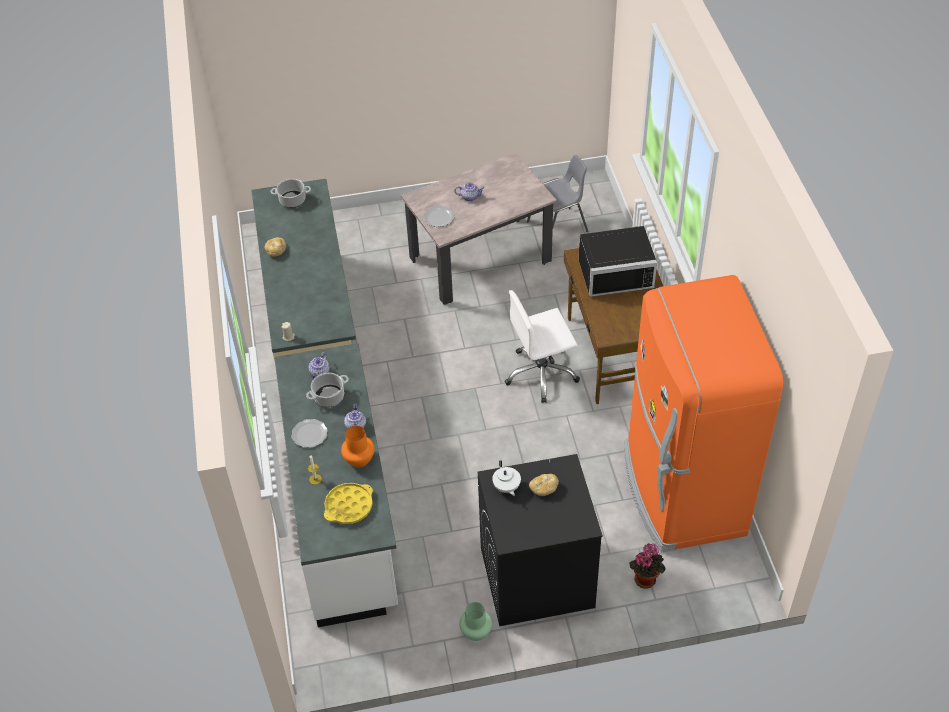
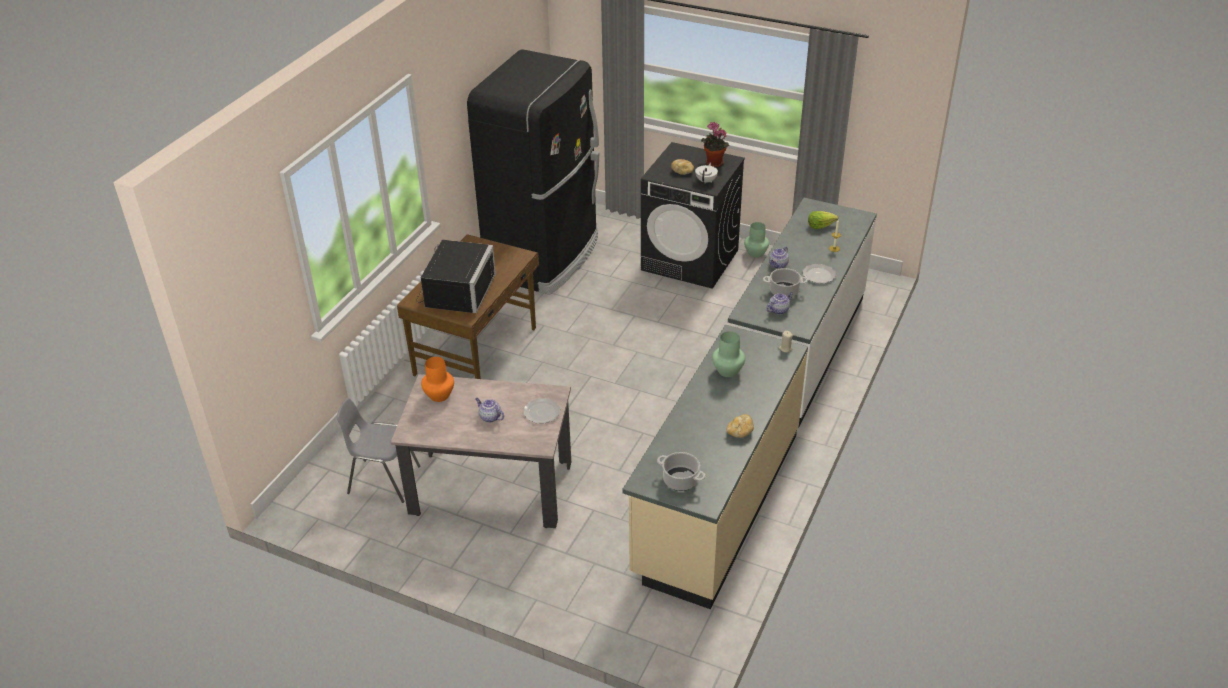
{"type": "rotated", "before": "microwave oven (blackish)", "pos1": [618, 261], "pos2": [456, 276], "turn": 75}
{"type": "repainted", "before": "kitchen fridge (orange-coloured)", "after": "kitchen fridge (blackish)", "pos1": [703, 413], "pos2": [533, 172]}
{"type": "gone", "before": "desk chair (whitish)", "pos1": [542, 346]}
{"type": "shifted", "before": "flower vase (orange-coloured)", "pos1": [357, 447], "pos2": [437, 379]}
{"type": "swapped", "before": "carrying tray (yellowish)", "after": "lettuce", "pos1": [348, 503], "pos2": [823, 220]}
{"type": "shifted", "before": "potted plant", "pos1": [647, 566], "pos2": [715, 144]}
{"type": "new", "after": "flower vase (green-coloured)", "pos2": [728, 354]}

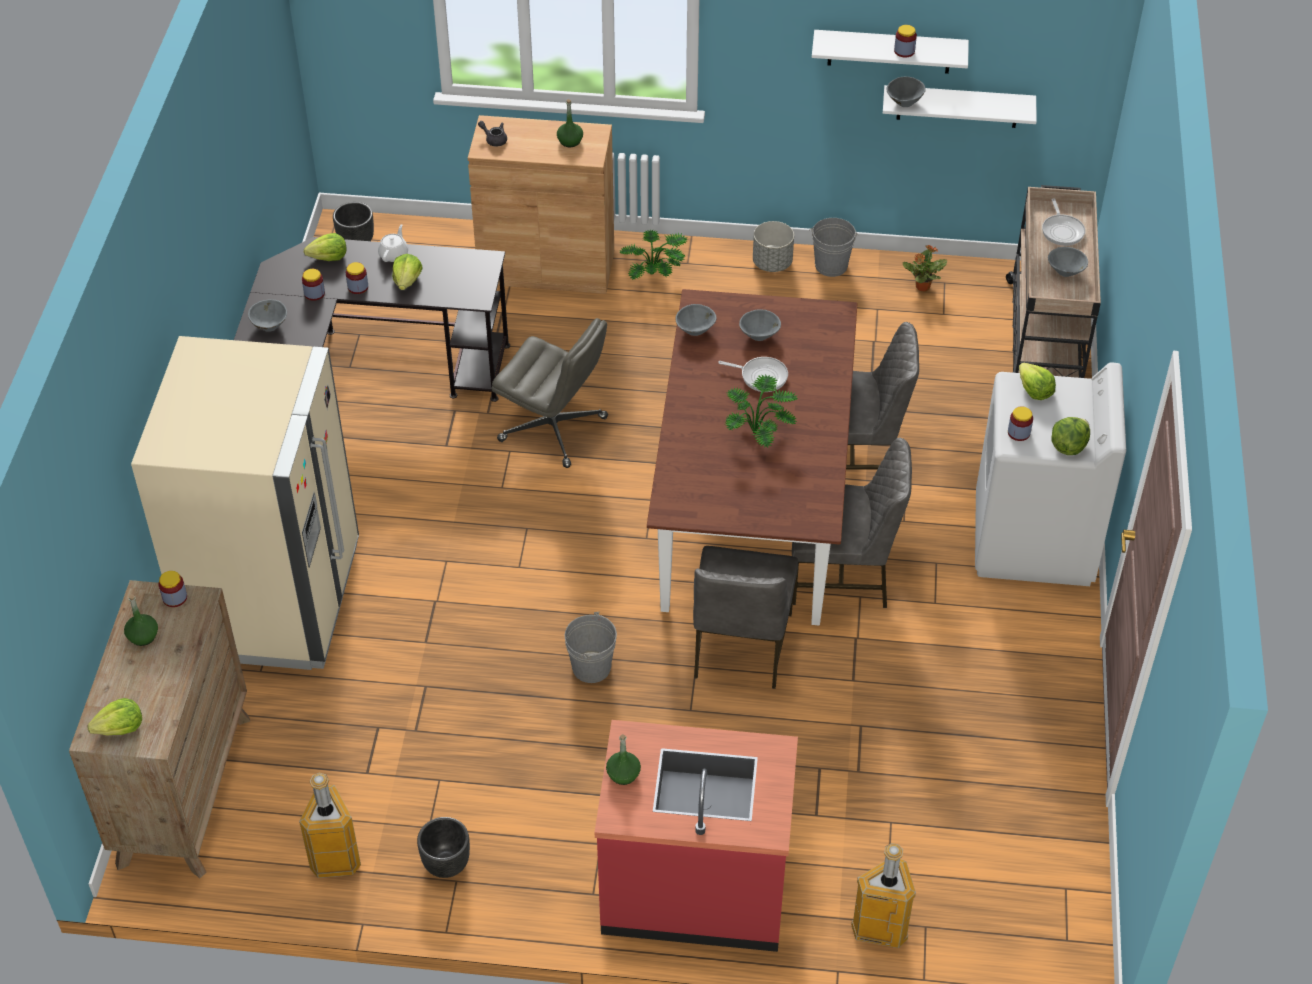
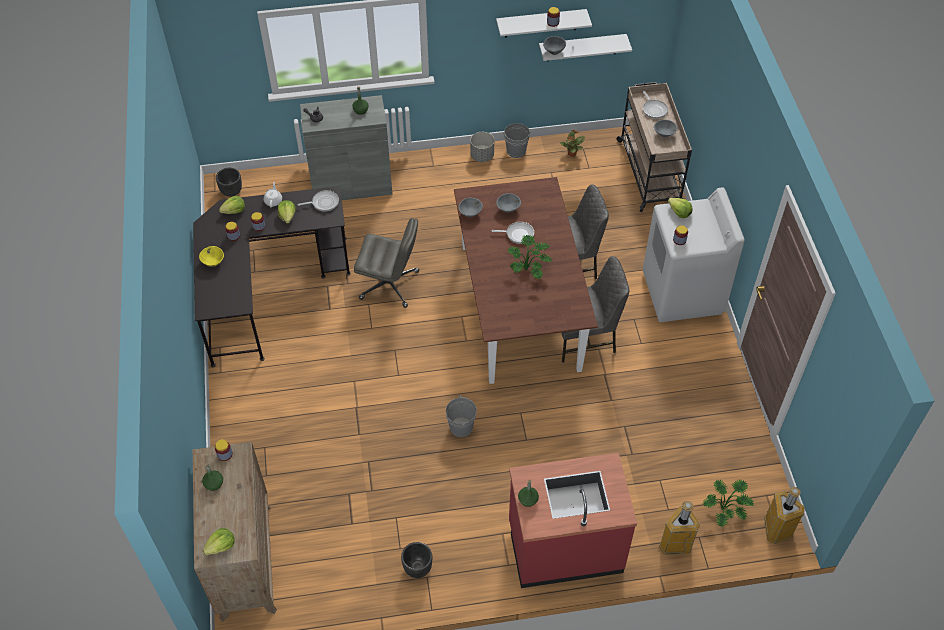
{"type": "repainted", "before": "storage cabinet (brown)", "after": "storage cabinet (greyish)", "pos1": [541, 204], "pos2": [346, 147]}
{"type": "shifted", "before": "potted plant", "pos1": [653, 255], "pos2": [728, 502]}
{"type": "repainted", "before": "serving bowl (greyish)", "after": "serving bowl (yellowish)", "pos1": [267, 315], "pos2": [211, 256]}
{"type": "gone", "before": "kitchen fridge (sand-coloured)", "pos1": [245, 503]}
{"type": "gone", "before": "lettuce", "pos1": [1070, 436]}
{"type": "gone", "before": "chair (greyish)", "pos1": [745, 617]}
{"type": "shifted", "before": "rubbish bin", "pos1": [330, 825], "pos2": [784, 515]}
{"type": "new", "after": "skillet", "pos2": [318, 201]}

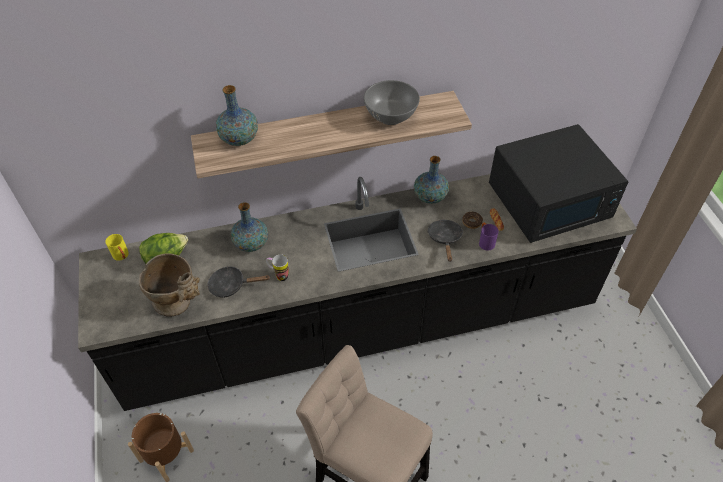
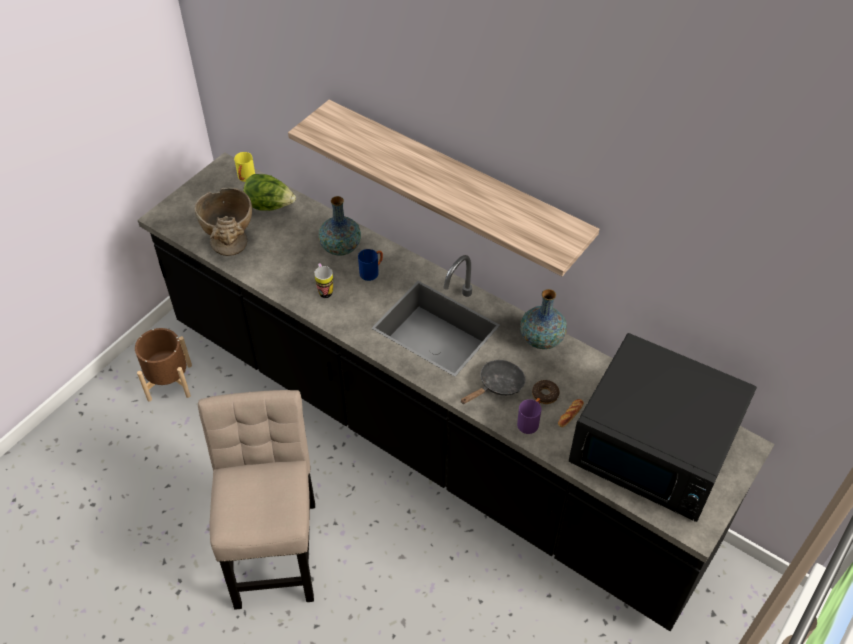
{"type": "gone", "before": "serving bowl (greyish)", "pos1": [392, 102]}
{"type": "gone", "before": "flower vase", "pos1": [237, 115]}
{"type": "gone", "before": "skillet (blackish)", "pos1": [239, 282]}
{"type": "new", "after": "coffee mug (blue-coloured)", "pos2": [370, 265]}

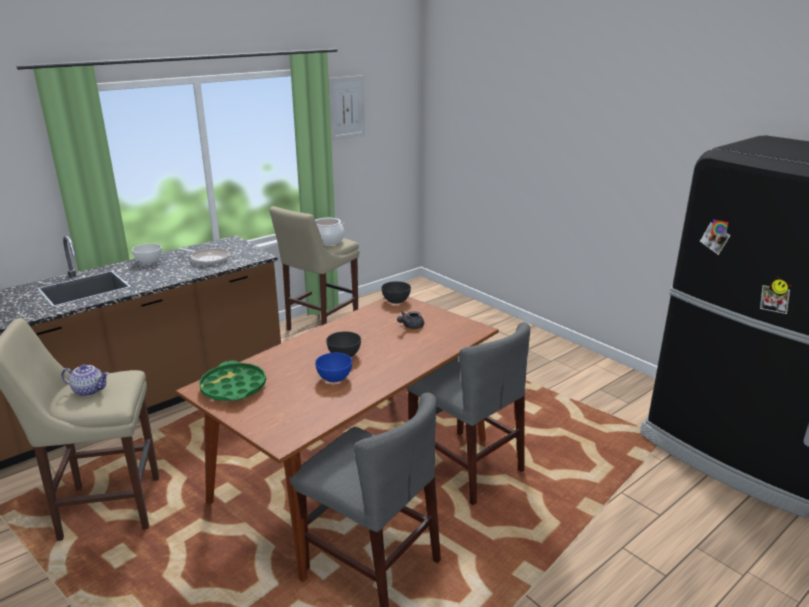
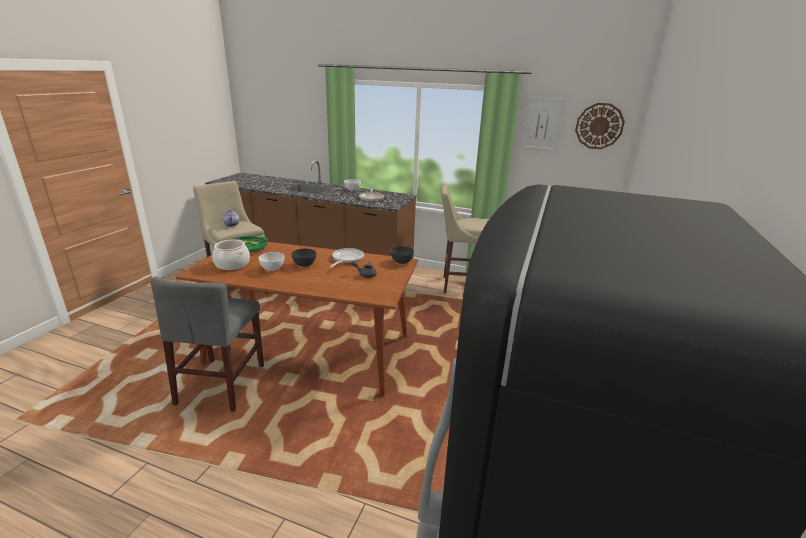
{"type": "shifted", "before": "stockpot", "pos1": [329, 231], "pos2": [231, 254]}
{"type": "gone", "before": "chair (greyish)", "pos1": [468, 414]}
{"type": "repainted", "before": "serving bowl (blue-coloured)", "after": "serving bowl (whitish)", "pos1": [333, 367], "pos2": [271, 261]}
{"type": "new", "after": "wall clock", "pos2": [600, 126]}
{"type": "new", "after": "skillet", "pos2": [347, 258]}

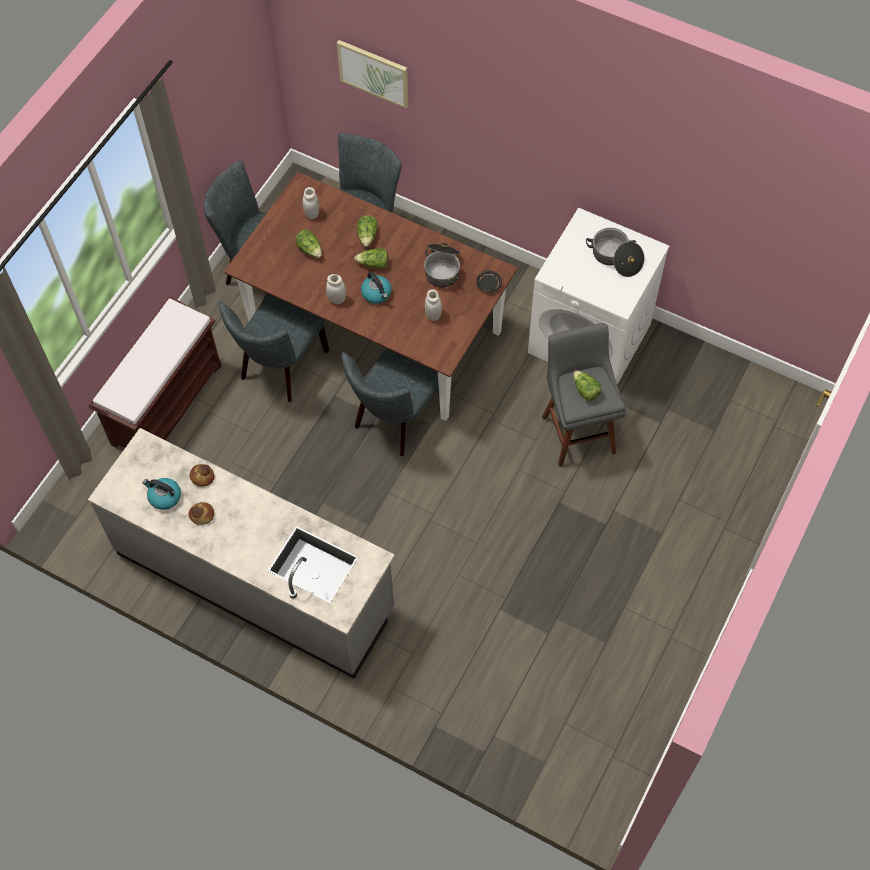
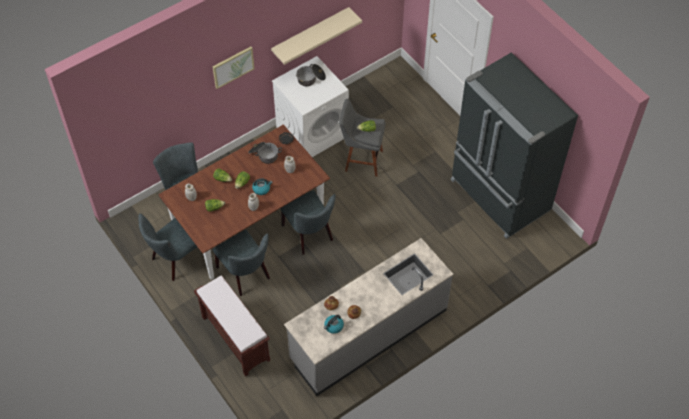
{"type": "shifted", "before": "wall art", "pos1": [373, 74], "pos2": [234, 68]}
{"type": "new", "after": "bracket shelf (sand-coloured)", "pos2": [316, 36]}
{"type": "new", "after": "kitchen fridge (blackish)", "pos2": [514, 145]}

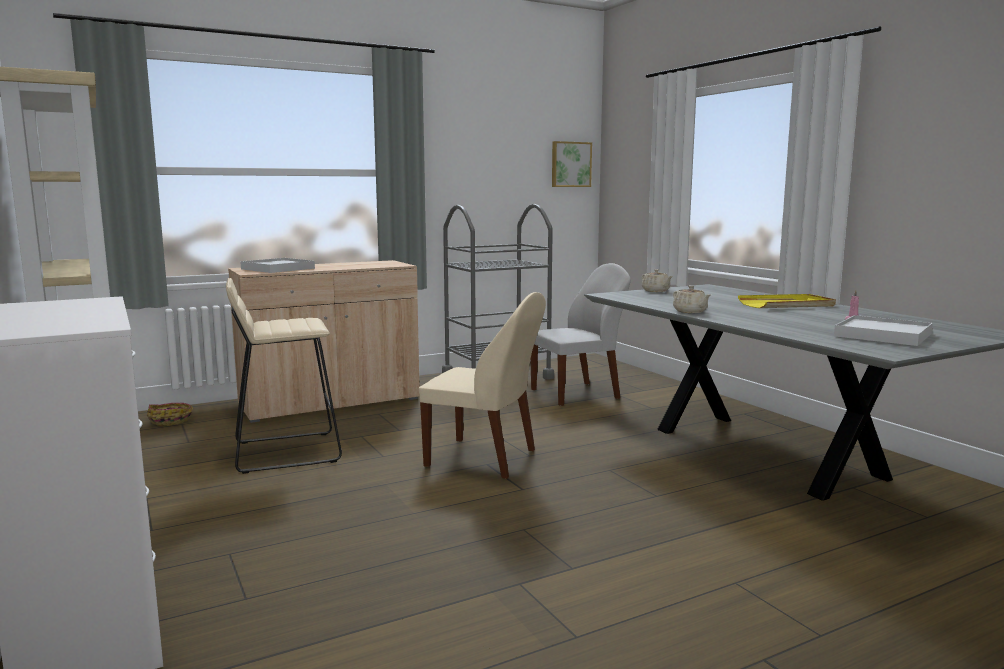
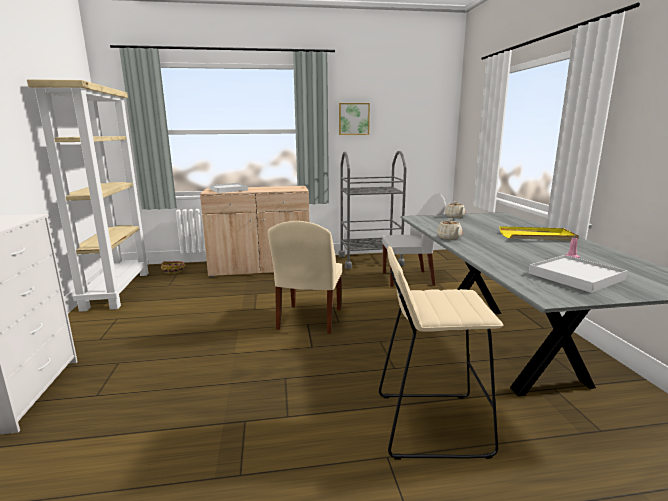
{"type": "shifted", "before": "wall art", "pos1": [572, 164], "pos2": [354, 119]}
{"type": "shifted", "before": "sitting stool (sand-coloured)", "pos1": [284, 376], "pos2": [441, 353]}
{"type": "rotated", "before": "chair (sand-coloured)", "pos1": [482, 385], "pos2": [305, 277], "turn": 60}

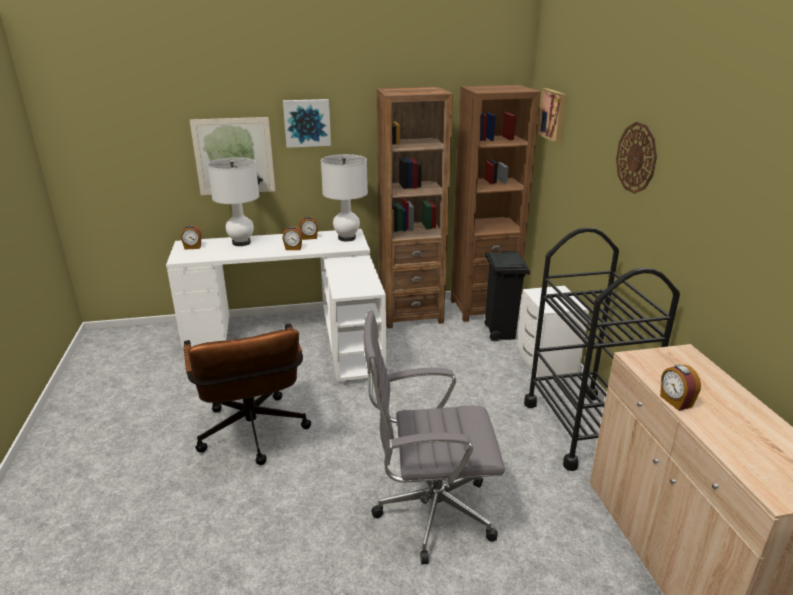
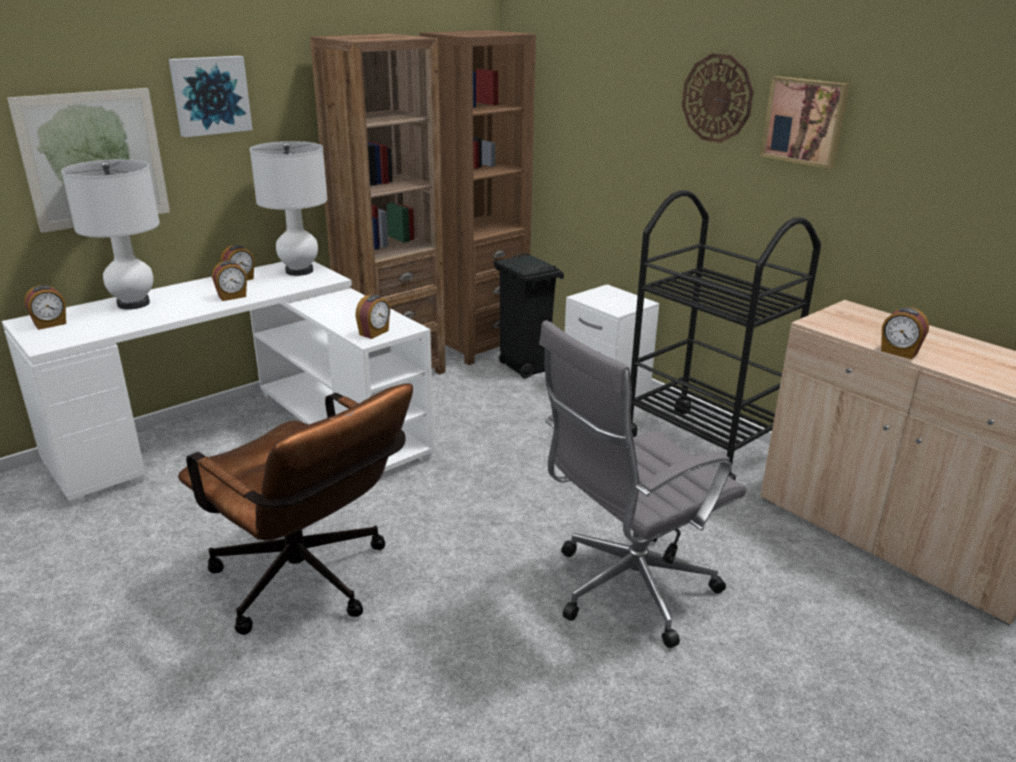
{"type": "shifted", "before": "wall art", "pos1": [552, 116], "pos2": [805, 122]}
{"type": "new", "after": "table clock", "pos2": [372, 317]}

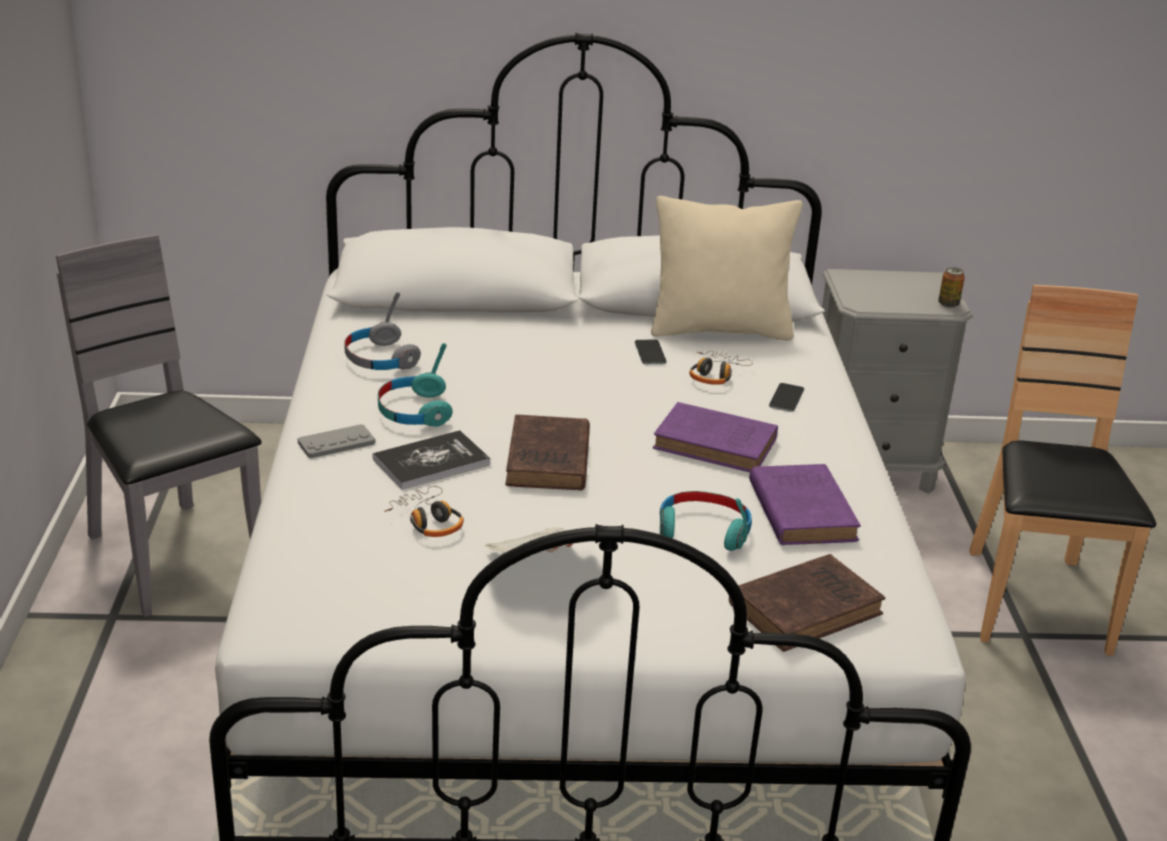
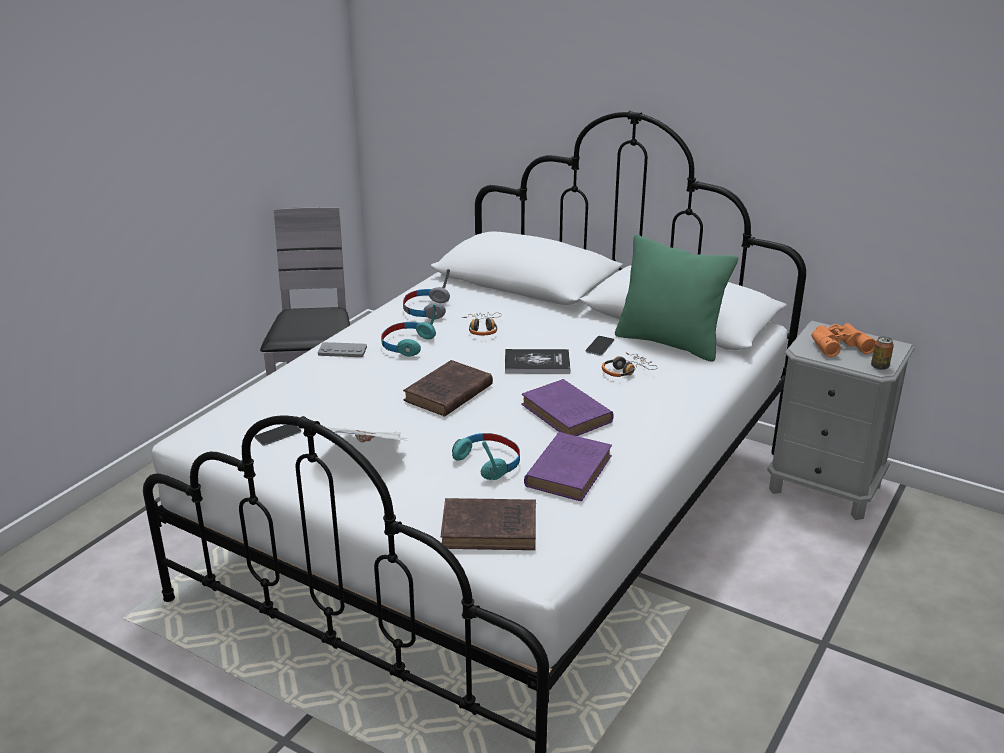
{"type": "repainted", "before": "pillow (sand-coloured)", "after": "pillow (green-coloured)", "pos1": [727, 268], "pos2": [676, 298]}
{"type": "gone", "before": "chair (brown)", "pos1": [1062, 470]}
{"type": "shifted", "before": "telephone", "pos1": [786, 397], "pos2": [278, 435]}
{"type": "shifted", "before": "book", "pos1": [432, 460], "pos2": [537, 361]}
{"type": "shifted", "before": "headphones", "pos1": [424, 511], "pos2": [482, 324]}
{"type": "new", "after": "field glasses (orange-coloured)", "pos2": [843, 340]}

